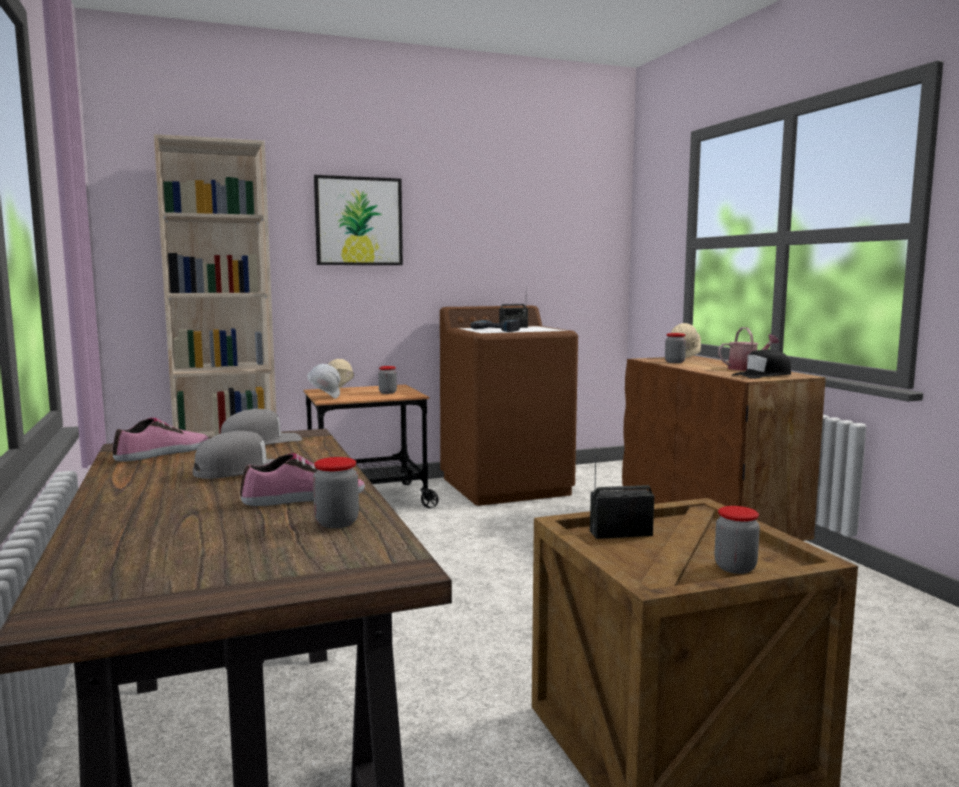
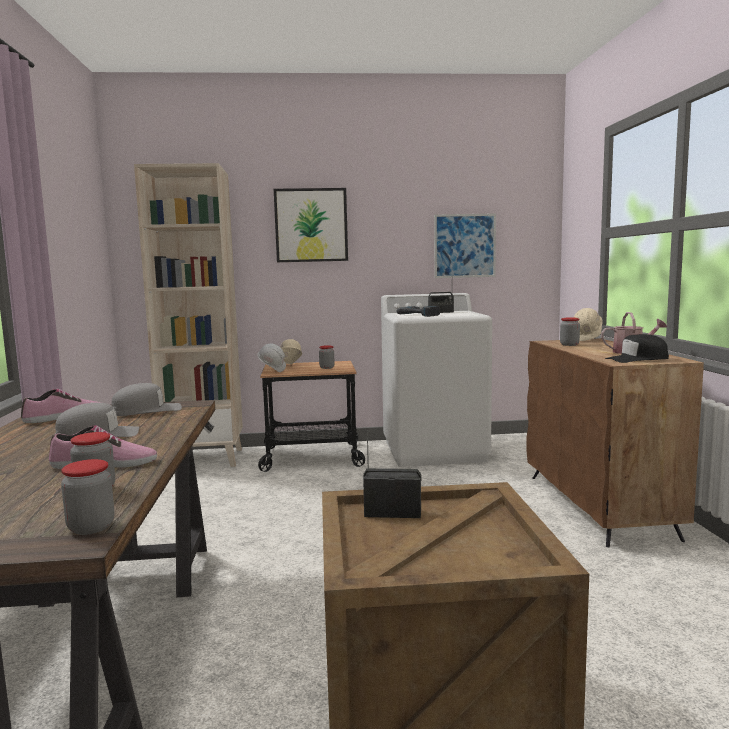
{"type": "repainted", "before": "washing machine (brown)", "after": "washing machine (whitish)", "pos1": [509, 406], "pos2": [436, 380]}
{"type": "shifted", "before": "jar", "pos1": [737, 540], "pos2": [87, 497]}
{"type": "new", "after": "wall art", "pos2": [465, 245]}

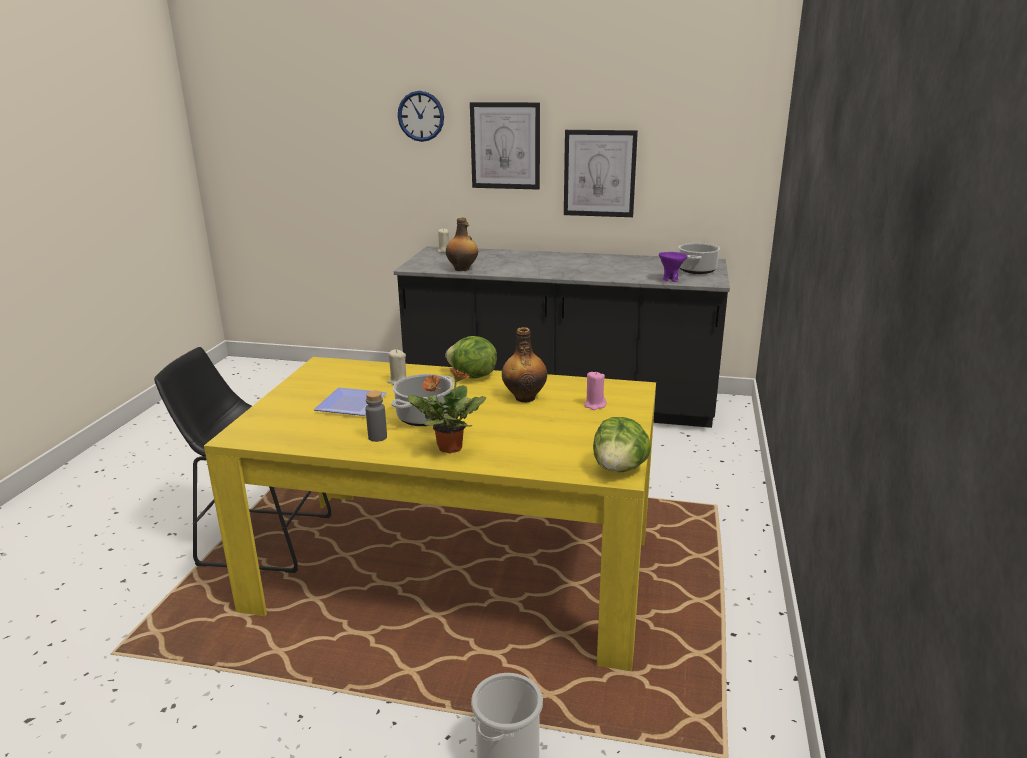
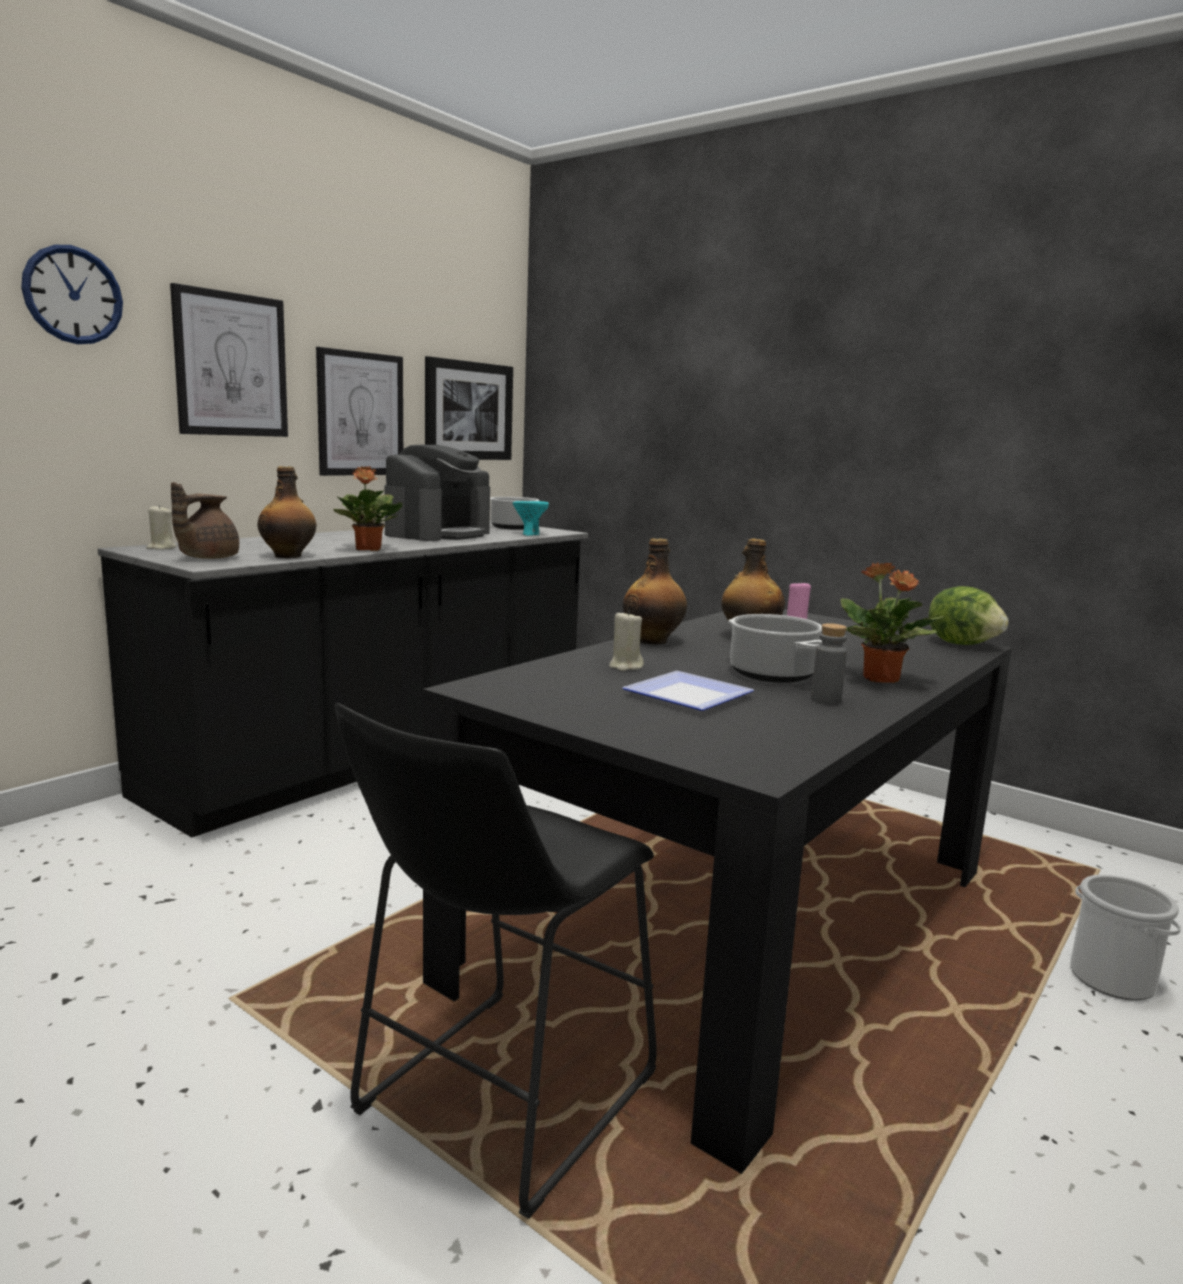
{"type": "repainted", "before": "serving bowl (purple-coloured)", "after": "serving bowl (blue-green)", "pos1": [673, 267], "pos2": [531, 518]}
{"type": "swapped", "before": "lettuce", "after": "drink bottle", "pos1": [471, 357], "pos2": [655, 591]}
{"type": "repainted", "before": "dinner table (yellowish)", "after": "dinner table (blackish)", "pos1": [430, 514], "pos2": [717, 891]}
{"type": "new", "after": "wall art", "pos2": [469, 408]}
{"type": "new", "after": "coffee brewer", "pos2": [437, 493]}
{"type": "new", "after": "potted plant", "pos2": [368, 508]}
{"type": "new", "after": "tea pot (brown)", "pos2": [205, 520]}

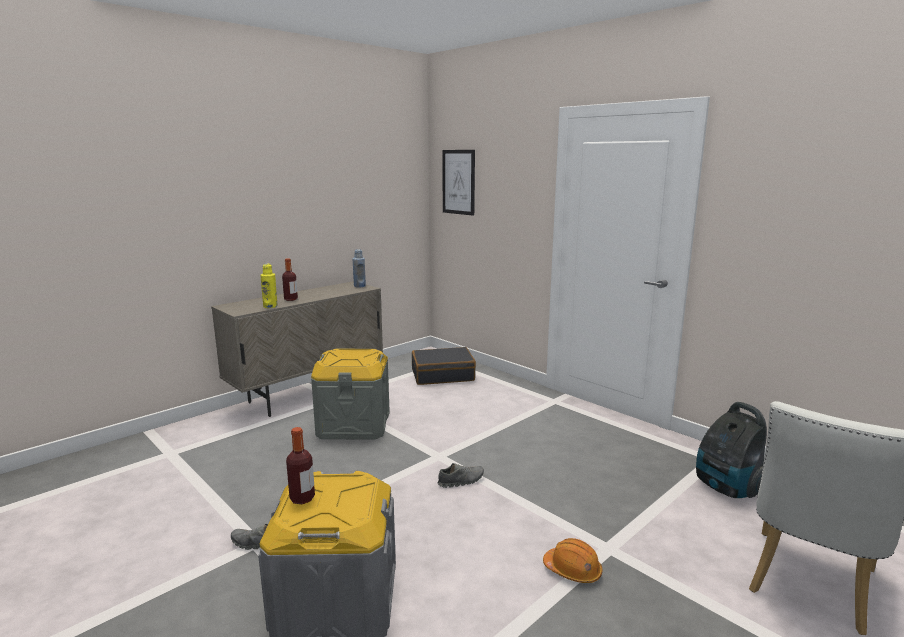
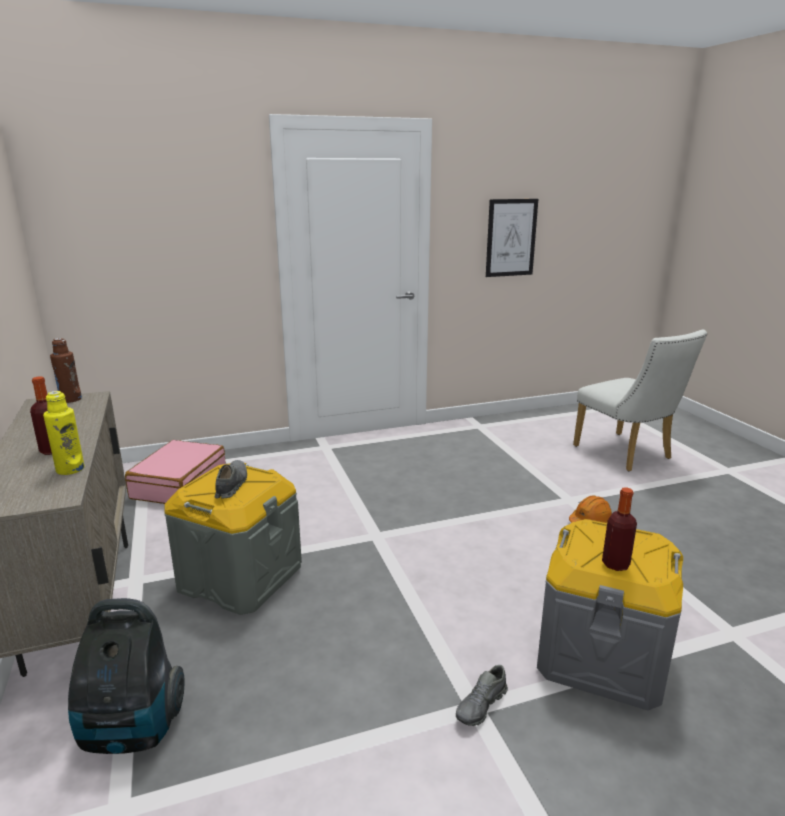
{"type": "shifted", "before": "wall art", "pos1": [458, 183], "pos2": [512, 238]}
{"type": "repainted", "before": "drink bottle (blue-coloured)", "after": "drink bottle (brown)", "pos1": [359, 268], "pos2": [66, 370]}
{"type": "repainted", "before": "piece of luggage (blackish)", "after": "piece of luggage (pinkish)", "pos1": [444, 366], "pos2": [175, 472]}
{"type": "shifted", "before": "hoover", "pos1": [731, 450], "pos2": [126, 676]}
{"type": "shifted", "before": "shoe (greyish)", "pos1": [461, 475], "pos2": [231, 479]}

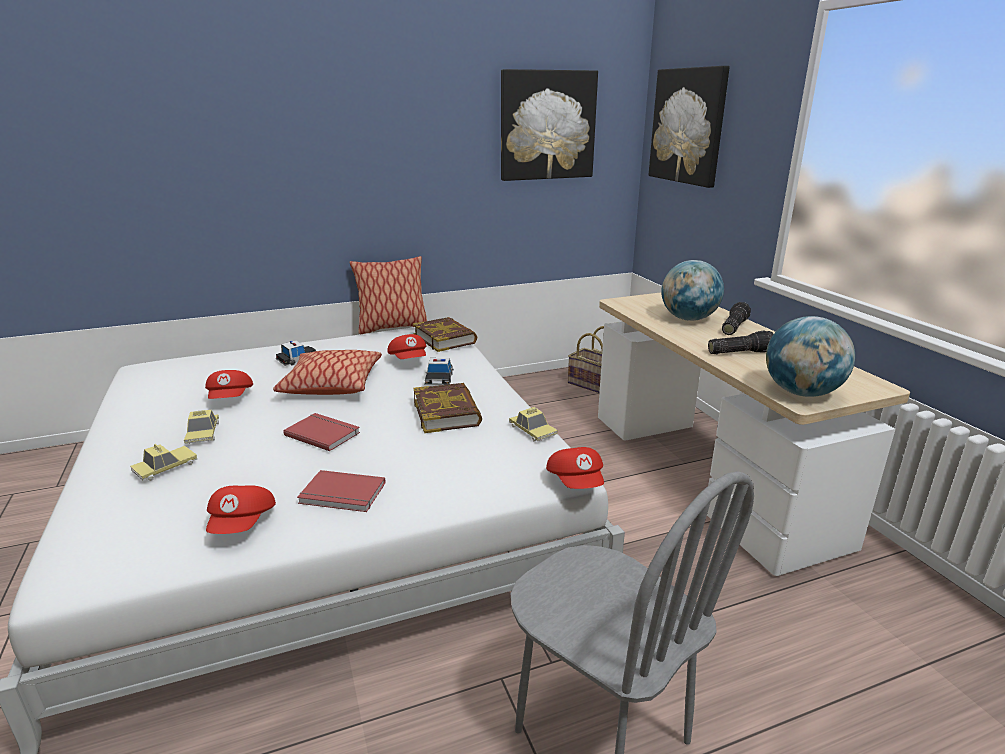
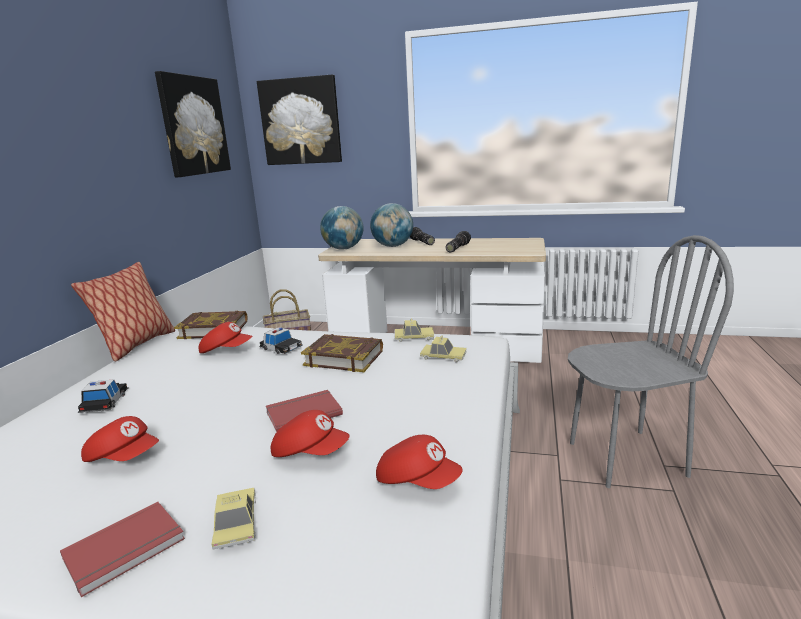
{"type": "shifted", "before": "world globe", "pos1": [810, 356], "pos2": [341, 228]}
{"type": "gone", "before": "pillow", "pos1": [327, 372]}
{"type": "shifted", "before": "toy car", "pos1": [201, 427], "pos2": [443, 349]}
{"type": "shifted", "before": "peaked cap (red-coloured)", "pos1": [575, 468], "pos2": [310, 433]}
{"type": "shifted", "before": "book (red-coloured)", "pos1": [341, 491], "pos2": [122, 549]}

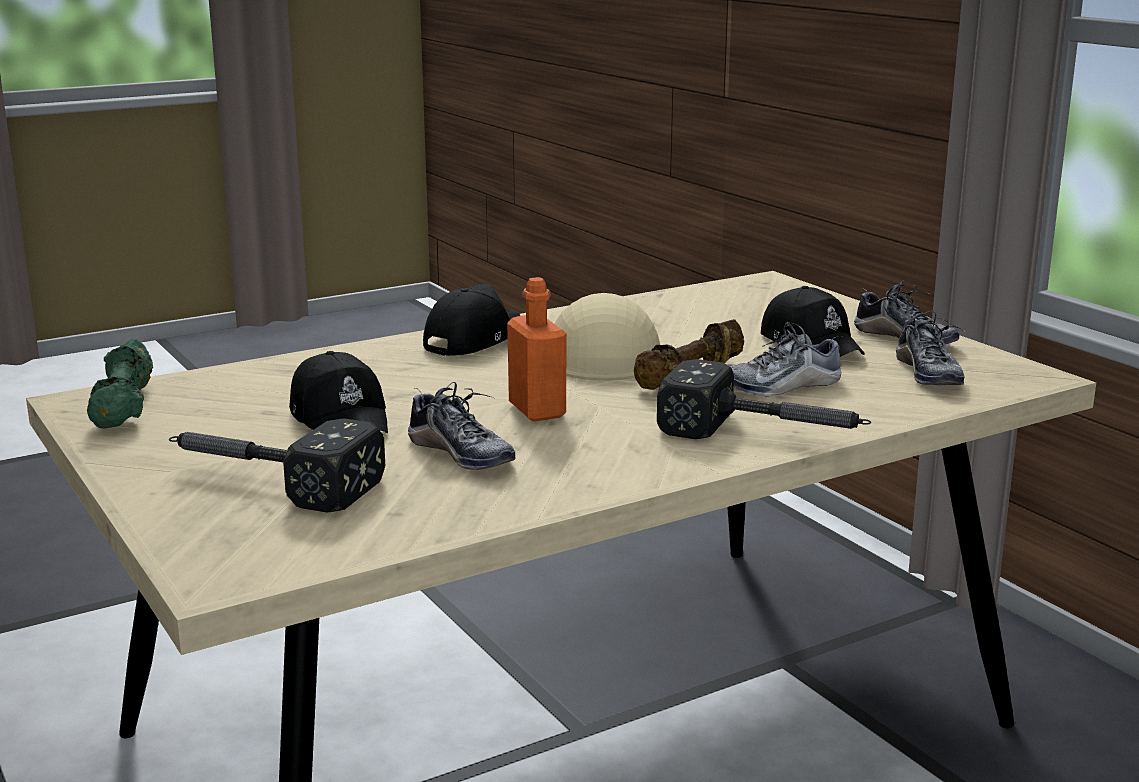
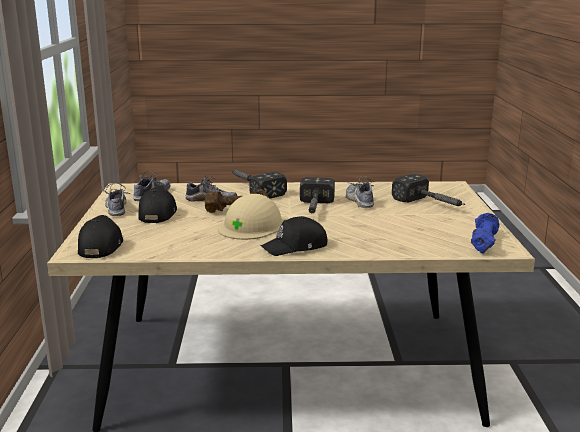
{"type": "swapped", "before": "drink bottle (orange-coloured)", "after": "tool hammer", "pos1": [537, 349], "pos2": [317, 195]}
{"type": "repainted", "before": "dumbbell (green-coloured)", "after": "dumbbell (blue-coloured)", "pos1": [120, 383], "pos2": [485, 233]}
{"type": "shifted", "before": "peaked cap (blackish)", "pos1": [338, 392], "pos2": [100, 236]}

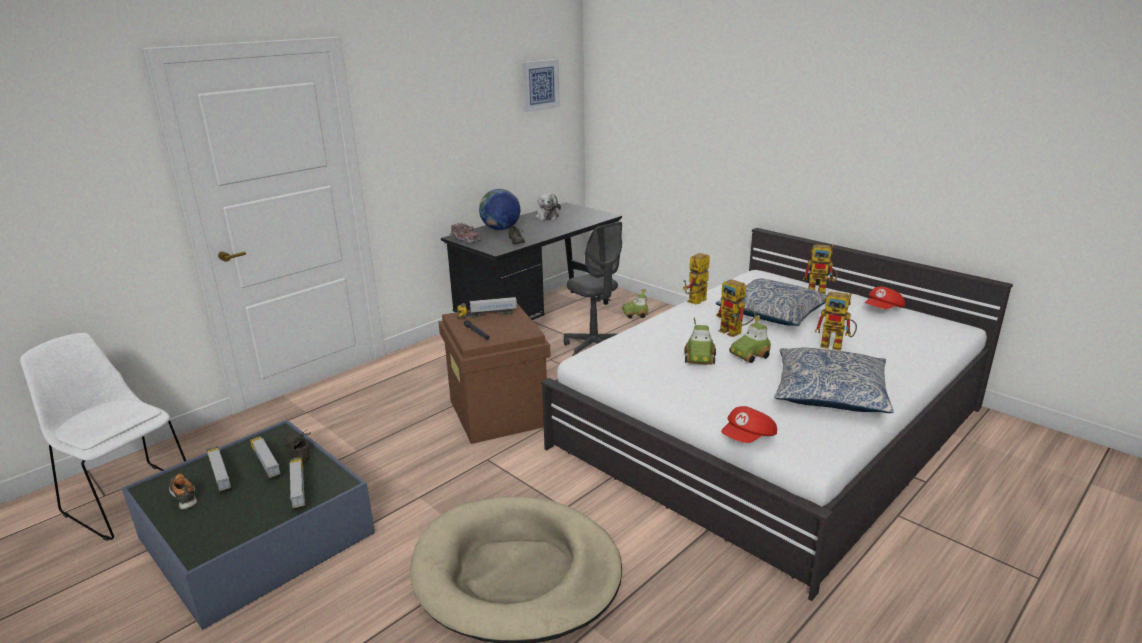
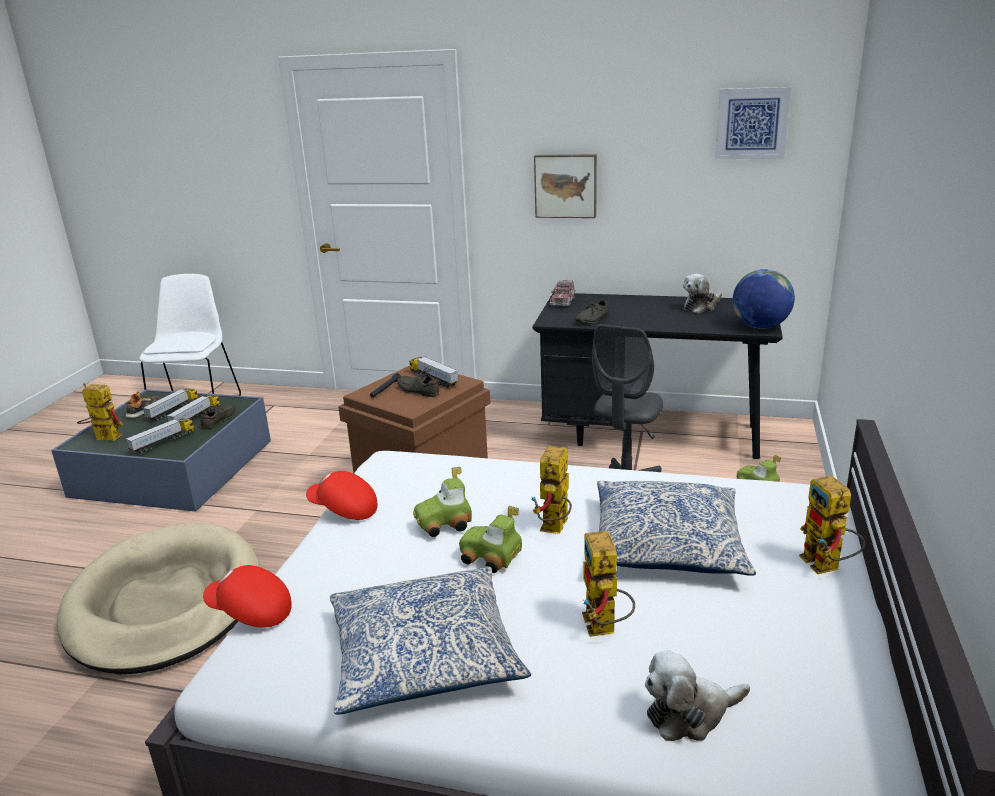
{"type": "shifted", "before": "world globe", "pos1": [499, 209], "pos2": [764, 299]}
{"type": "shifted", "before": "toy robot", "pos1": [696, 279], "pos2": [100, 412]}
{"type": "shifted", "before": "peaked cap (red-coloured)", "pos1": [885, 298], "pos2": [342, 495]}
{"type": "new", "after": "wall art", "pos2": [565, 186]}
{"type": "new", "after": "shoe (greyish)", "pos2": [418, 381]}
{"type": "new", "after": "cuddly toy", "pos2": [697, 695]}

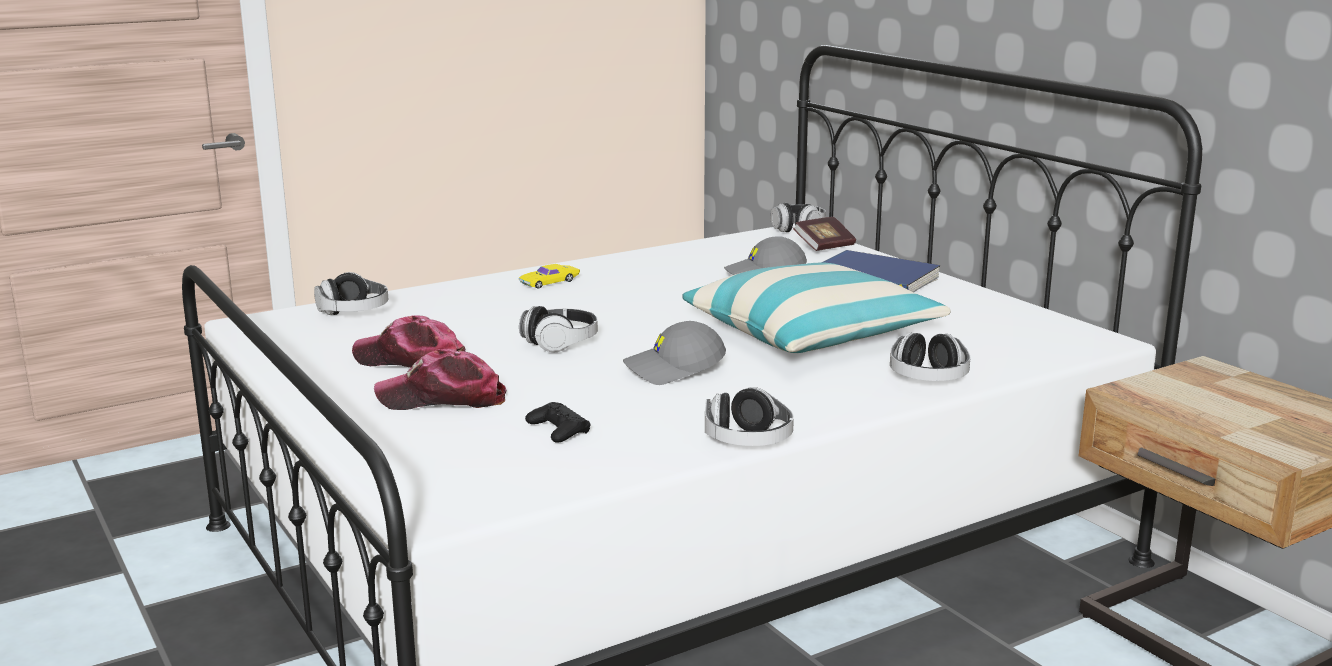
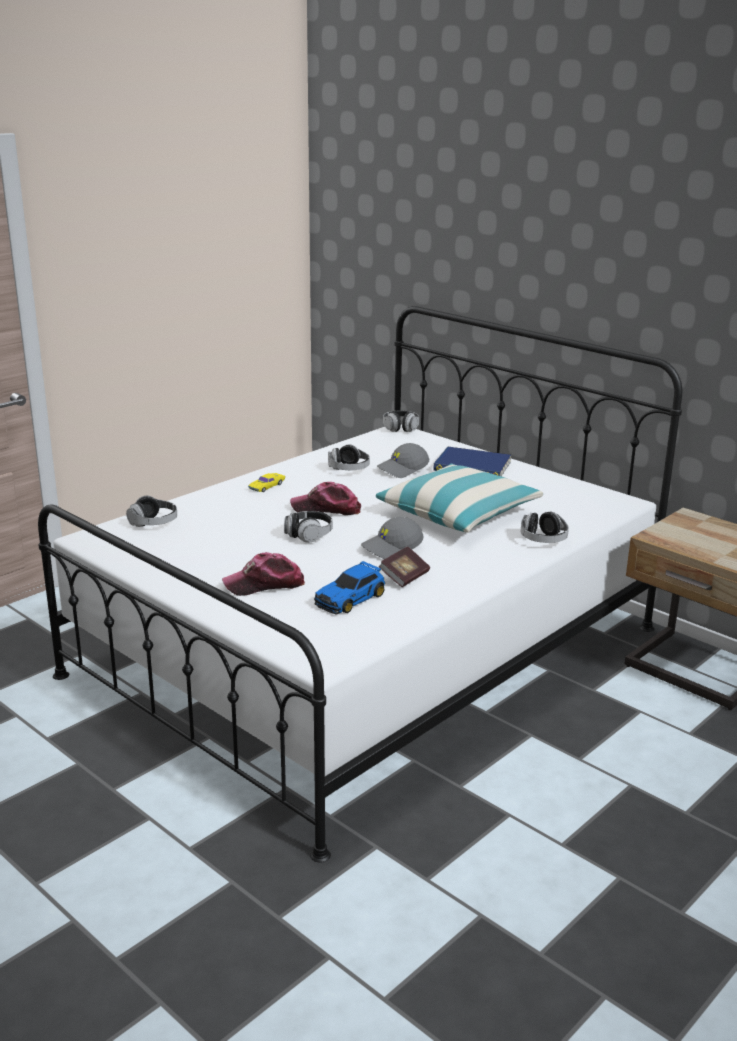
{"type": "shifted", "before": "book", "pos1": [824, 234], "pos2": [404, 566]}
{"type": "shifted", "before": "peaked cap", "pos1": [408, 341], "pos2": [325, 498]}
{"type": "shifted", "before": "headphones", "pos1": [749, 416], "pos2": [349, 457]}
{"type": "swapped", "before": "game controller (blackish)", "after": "toy car", "pos1": [558, 422], "pos2": [349, 588]}

